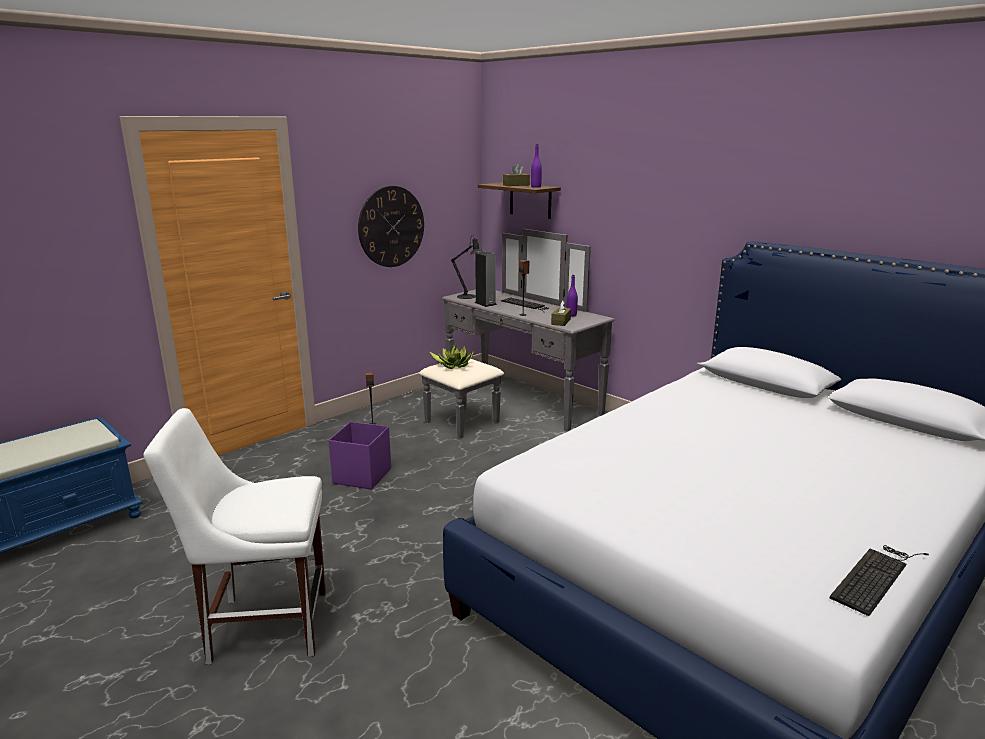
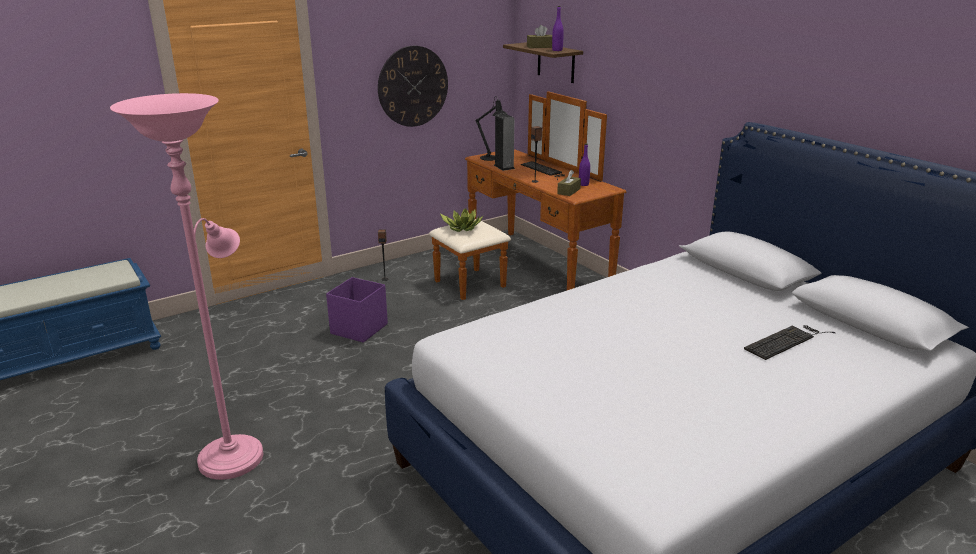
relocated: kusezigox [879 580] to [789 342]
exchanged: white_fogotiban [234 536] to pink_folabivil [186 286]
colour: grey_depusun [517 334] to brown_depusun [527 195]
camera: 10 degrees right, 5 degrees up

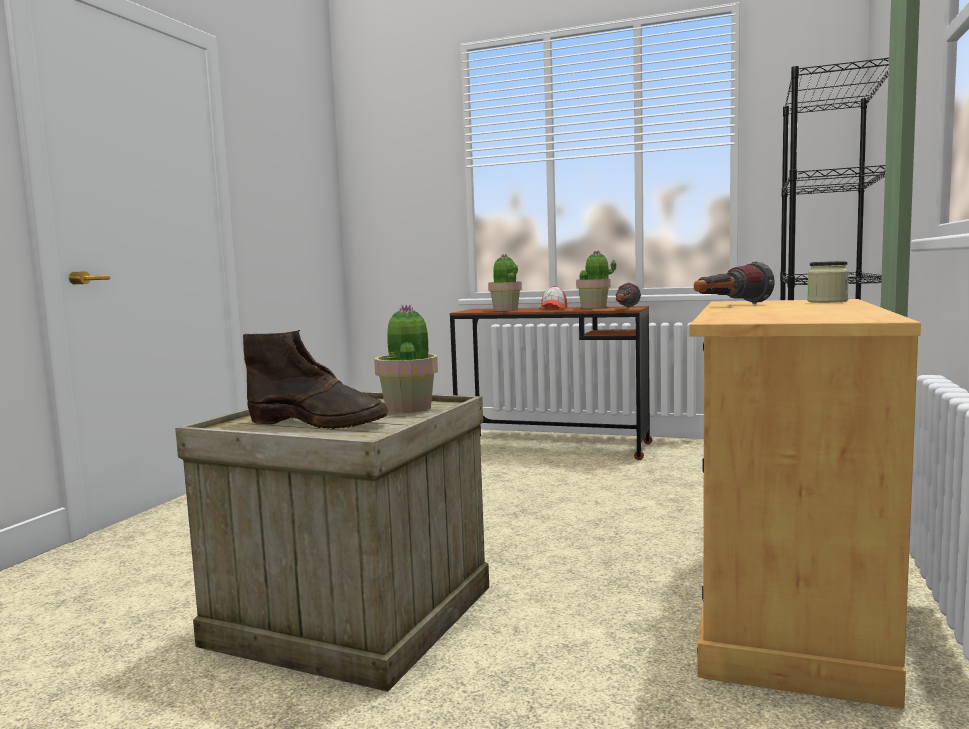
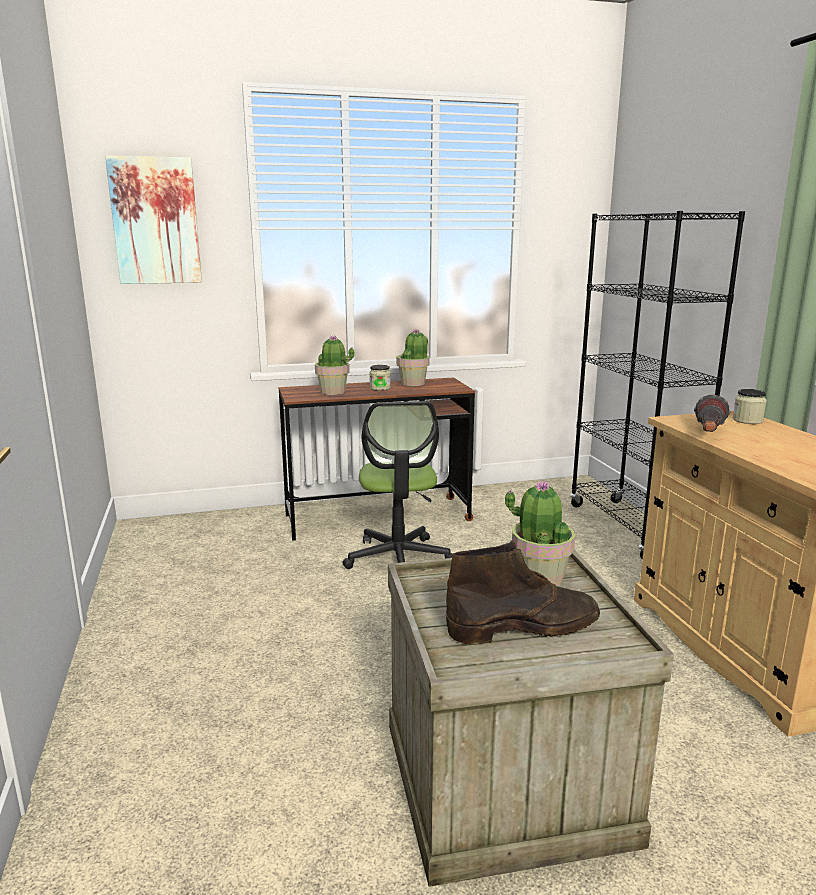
missing: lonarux [628 295]
appeared: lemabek [153 219]; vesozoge [398 485]
exchanged: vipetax [553 298] to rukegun [380 378]
camera: 35 degrees left, 10 degrees up

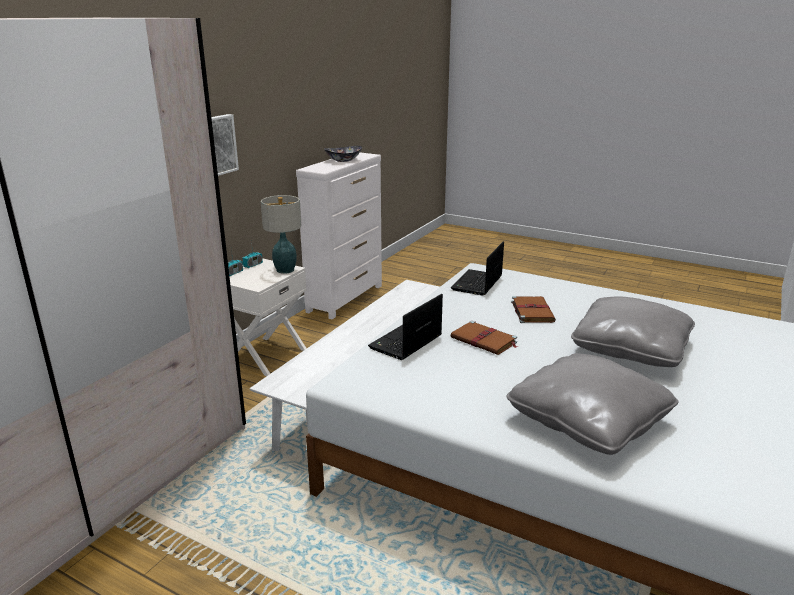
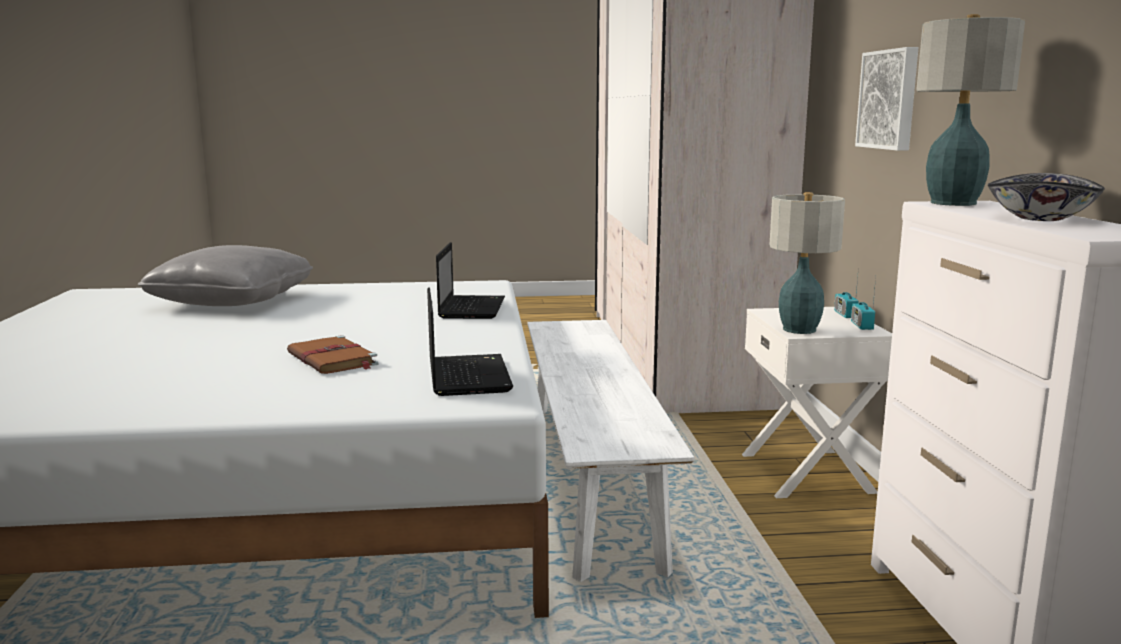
missing: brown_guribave [484 338]; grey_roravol [633 331]
appeared: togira [970 110]
camera: 145 degrees right, 10 degrees down

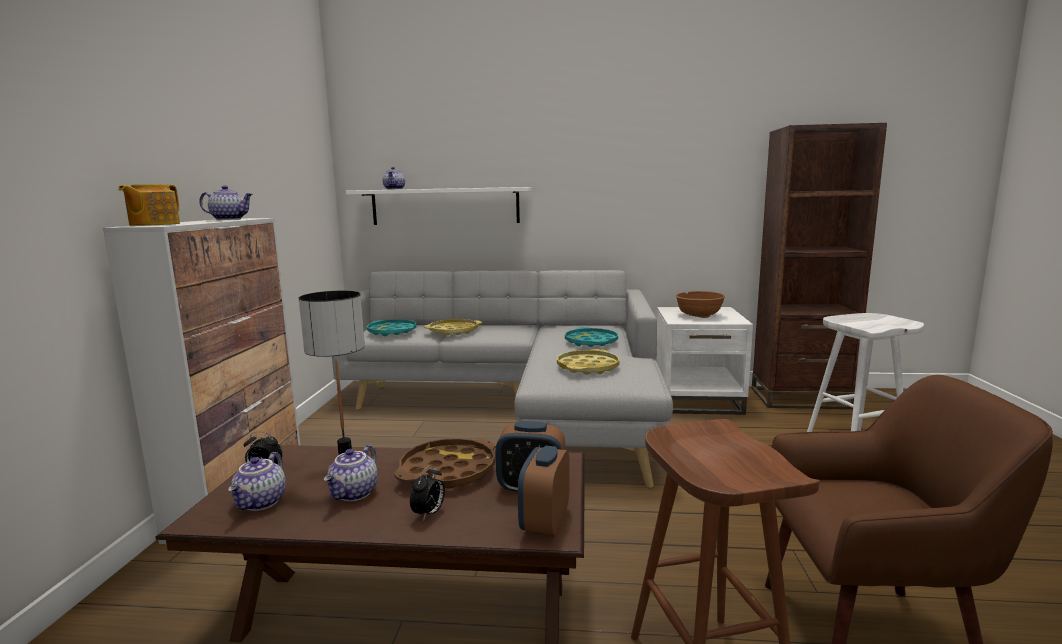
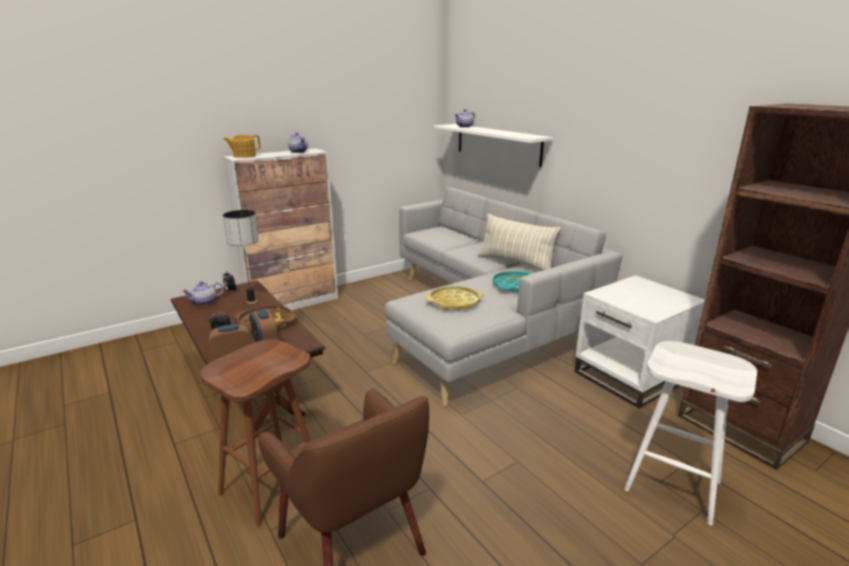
missing: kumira [351 473]; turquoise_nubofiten [392 327]; yellow_nubofiten [453 327]; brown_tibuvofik [700 304]
appeared: roravol [519 242]
camera: 50 degrees right, 10 degrees up

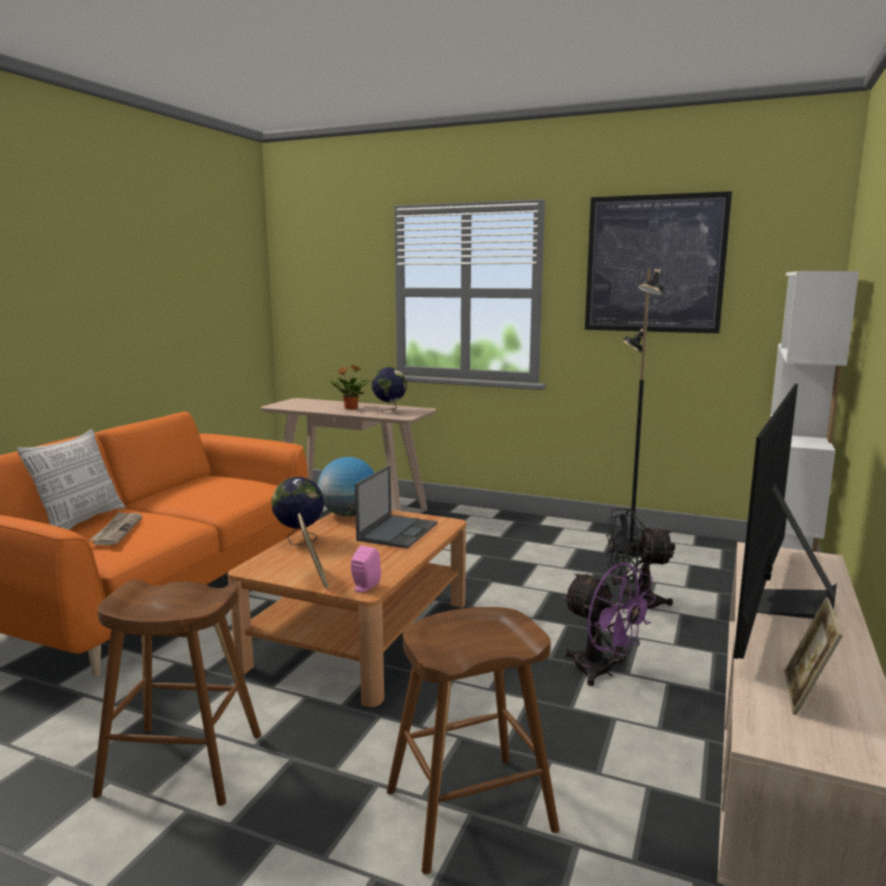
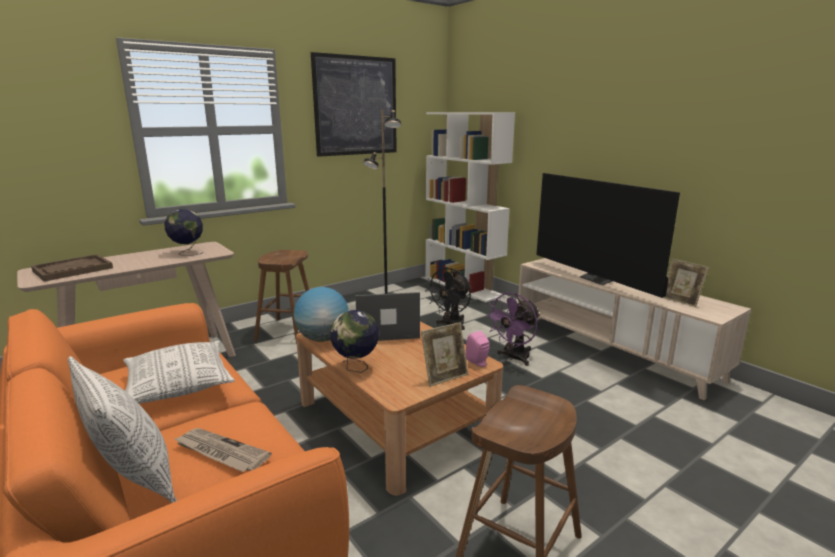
missing: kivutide [349 387]
appeared: brown_nubofiten [72 268]; roravol [179 372]
relocated: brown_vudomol [473 740] to [281 297]
spun: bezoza [313 551] = [444 354] 135 degrees clockwise; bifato [396 506] = [387 316] 60 degrees counterclockwise; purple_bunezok [609 624] = [512 329] 150 degrees clockwise
camera: 60 degrees left, 5 degrees up

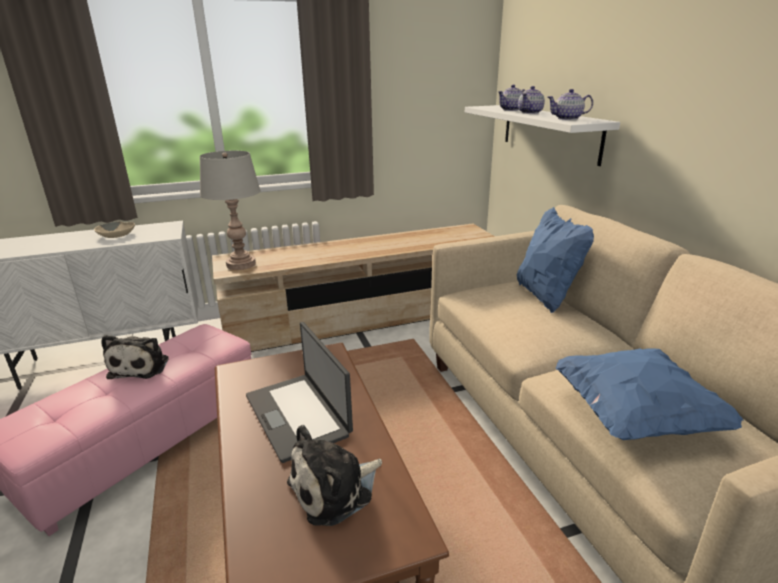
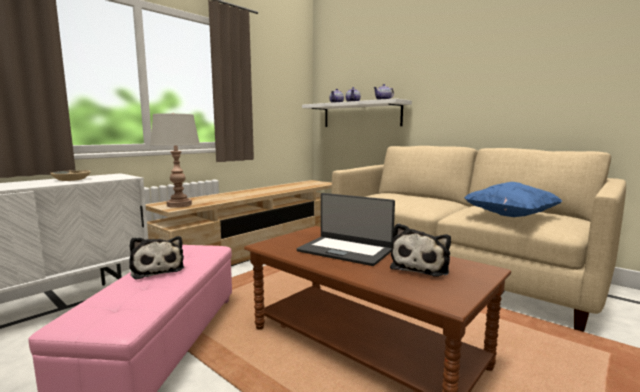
missing: blue_roravol [555 260]
camera: 30 degrees left, 15 degrees down

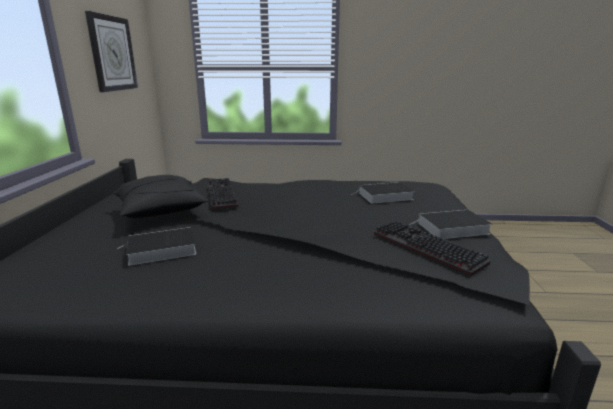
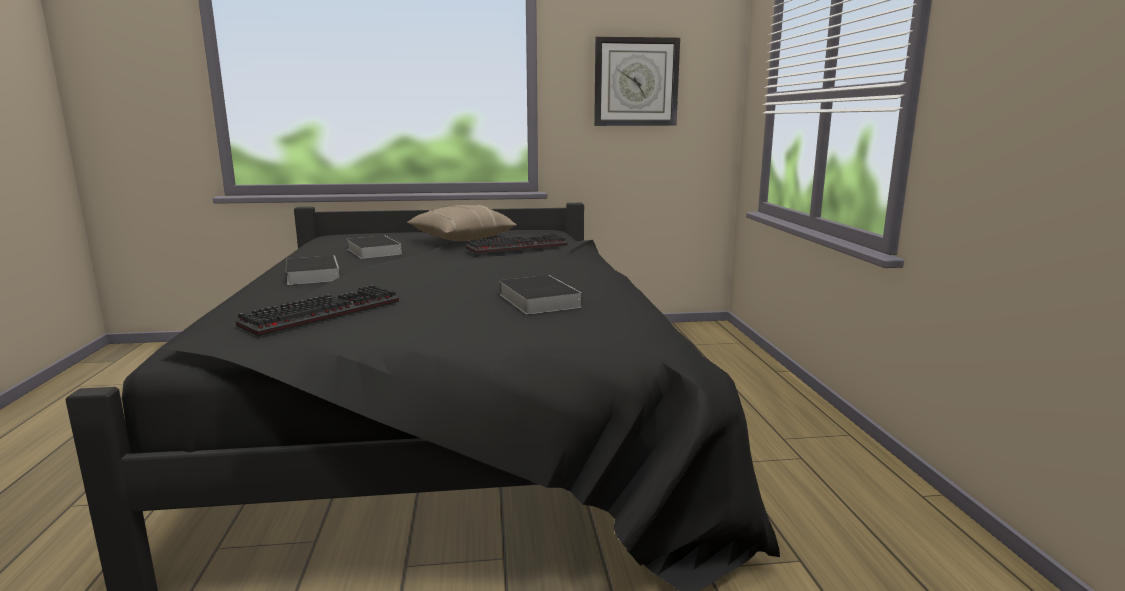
relocated: guribave [450 224] to [313 270]
colour: black_roravol [160 196] to beige_roravol [462 223]
camera: 80 degrees right, 5 degrees down

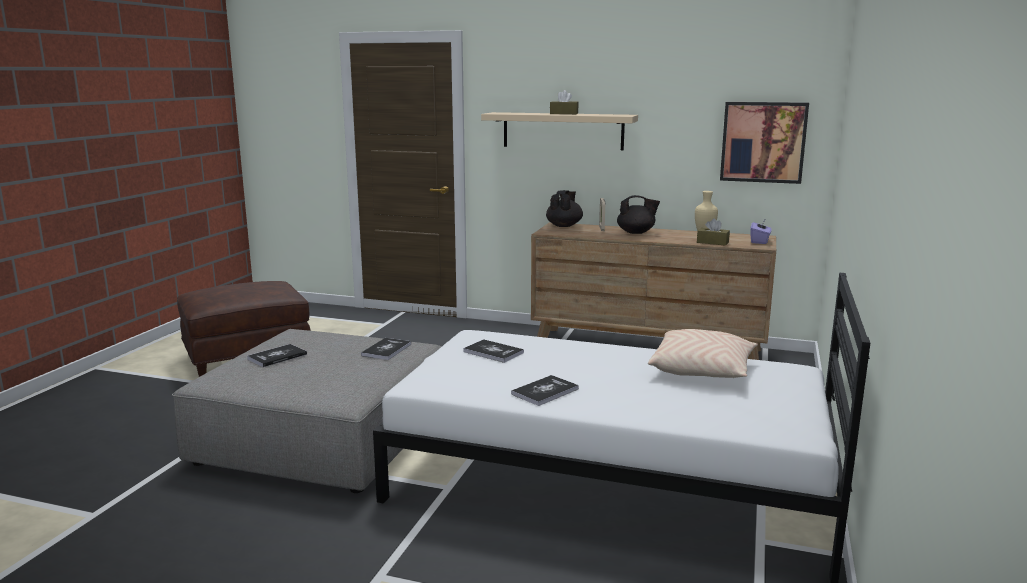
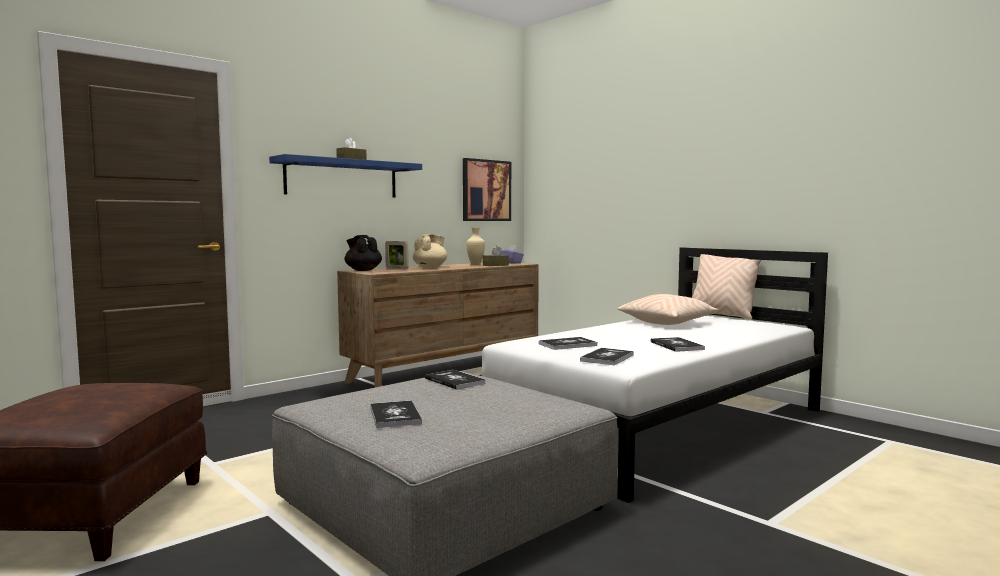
appeared: guribave [607 356]; beige_roravol [727 286]
colour: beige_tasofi [559 131] to blue_tasofi [345 176]; black_kumira [638 214] to beige_kumira [430 251]
camera: 60 degrees left, 10 degrees down

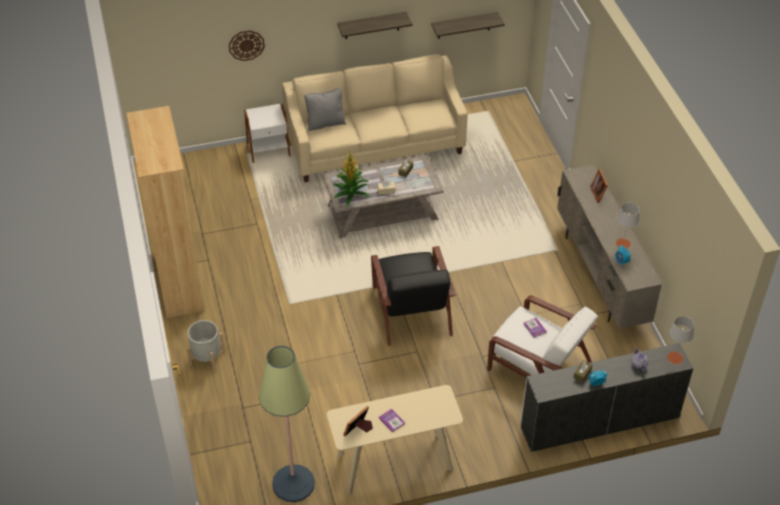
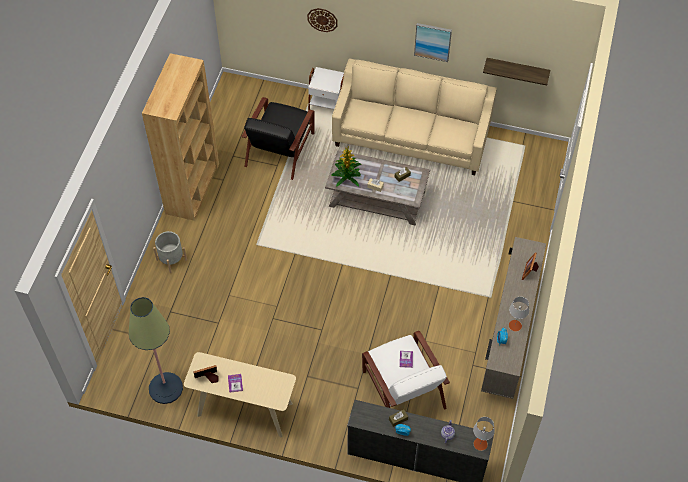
missing: grey_roravol [325 109]
relocated: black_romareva [413 296] to [278 138]
exchanged: tasofi [374 25] to lemabek [433 42]
camera: 30 degrees right, 10 degrees up

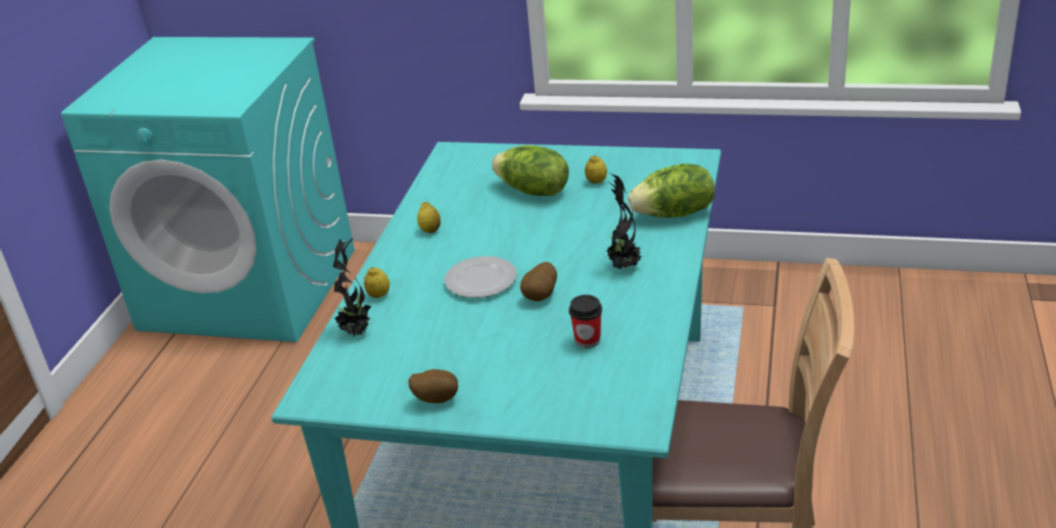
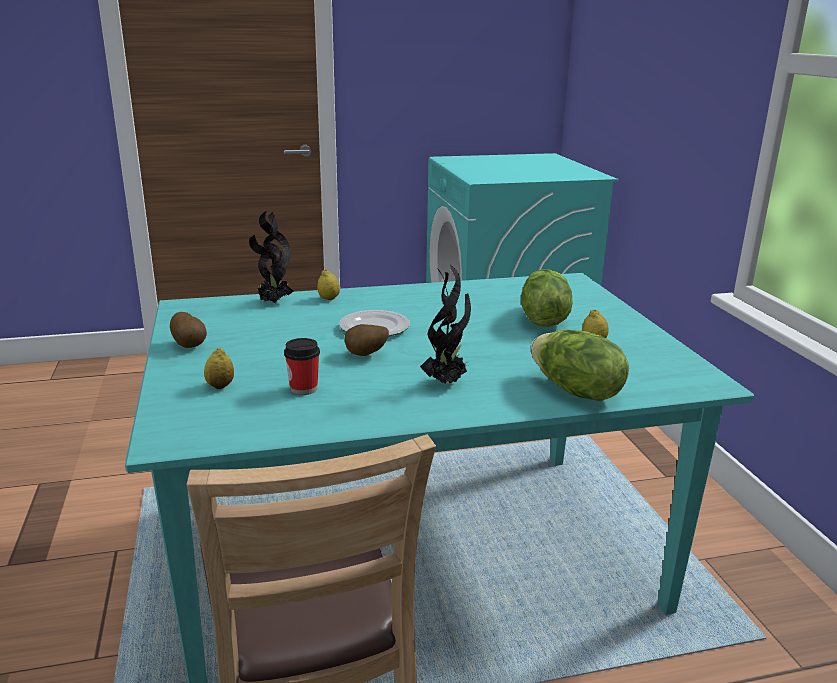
relocated: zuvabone [428 217] to [219 368]
camera: 60 degrees right, 10 degrees down

